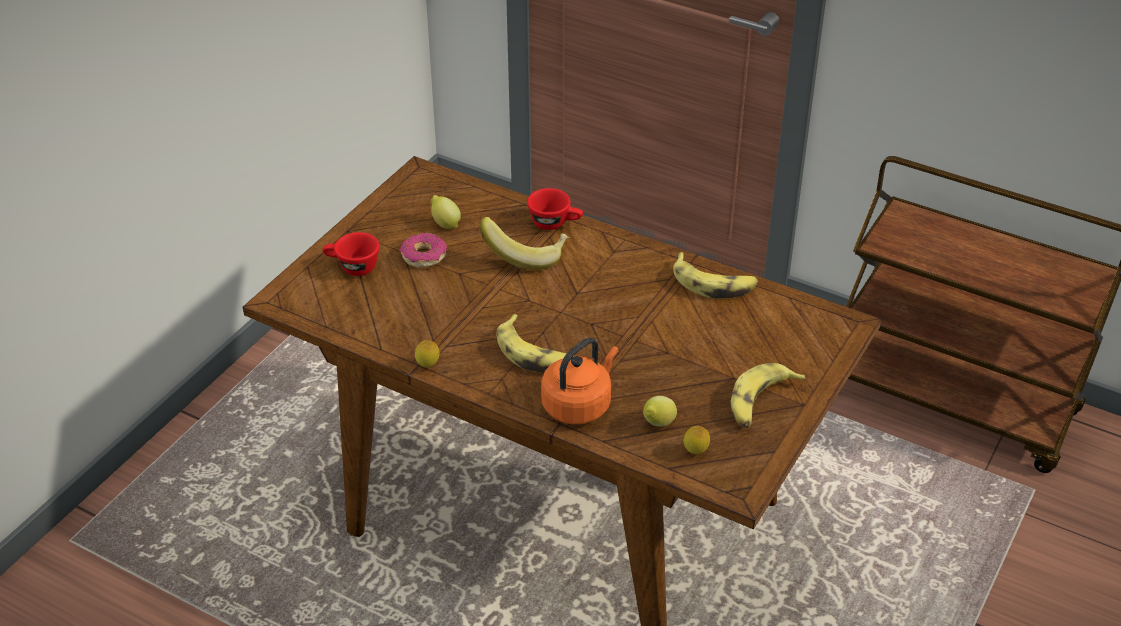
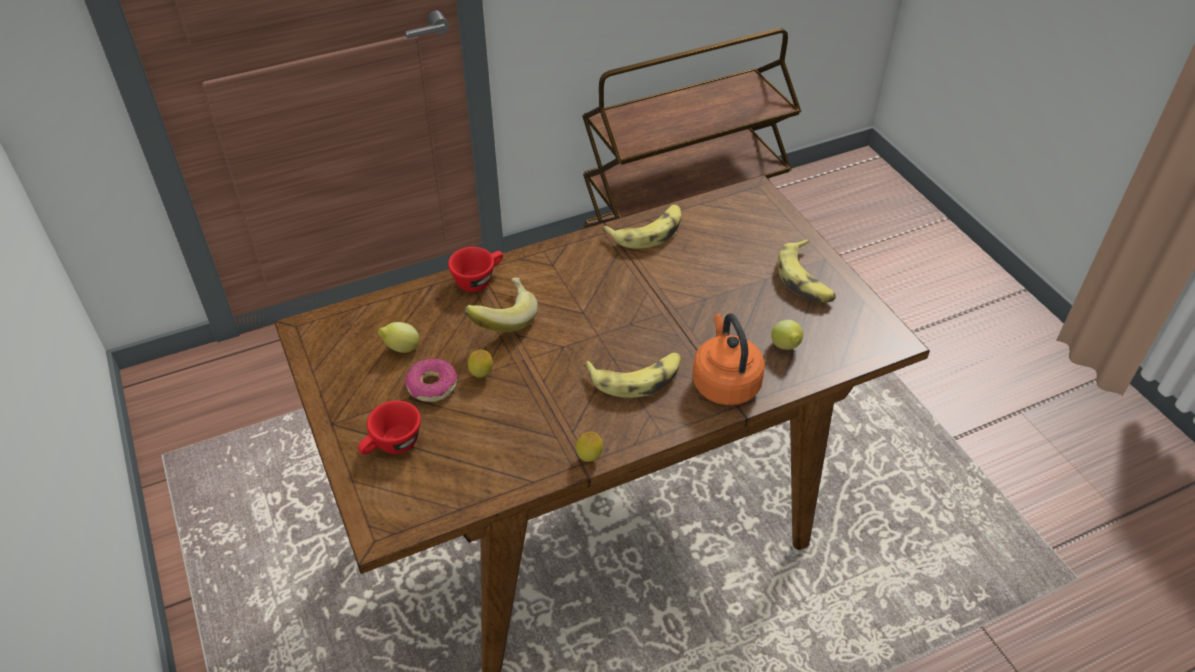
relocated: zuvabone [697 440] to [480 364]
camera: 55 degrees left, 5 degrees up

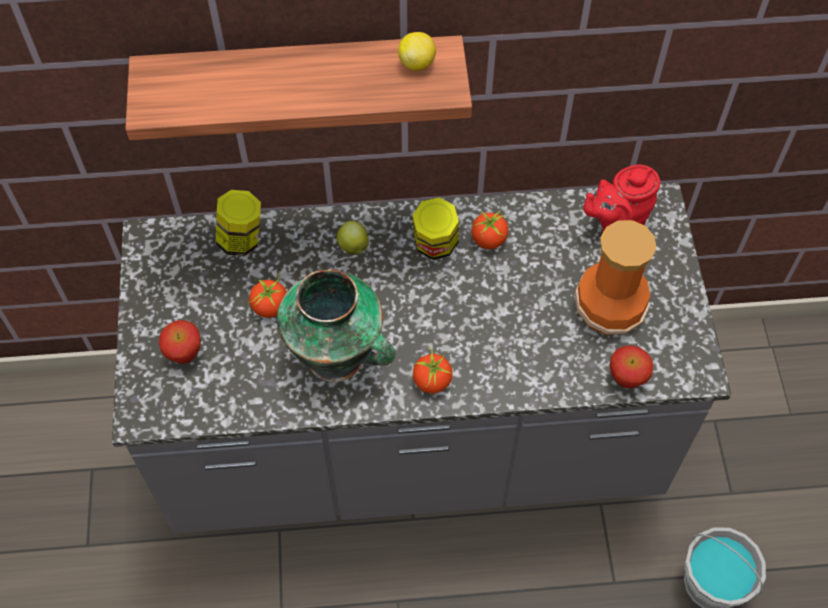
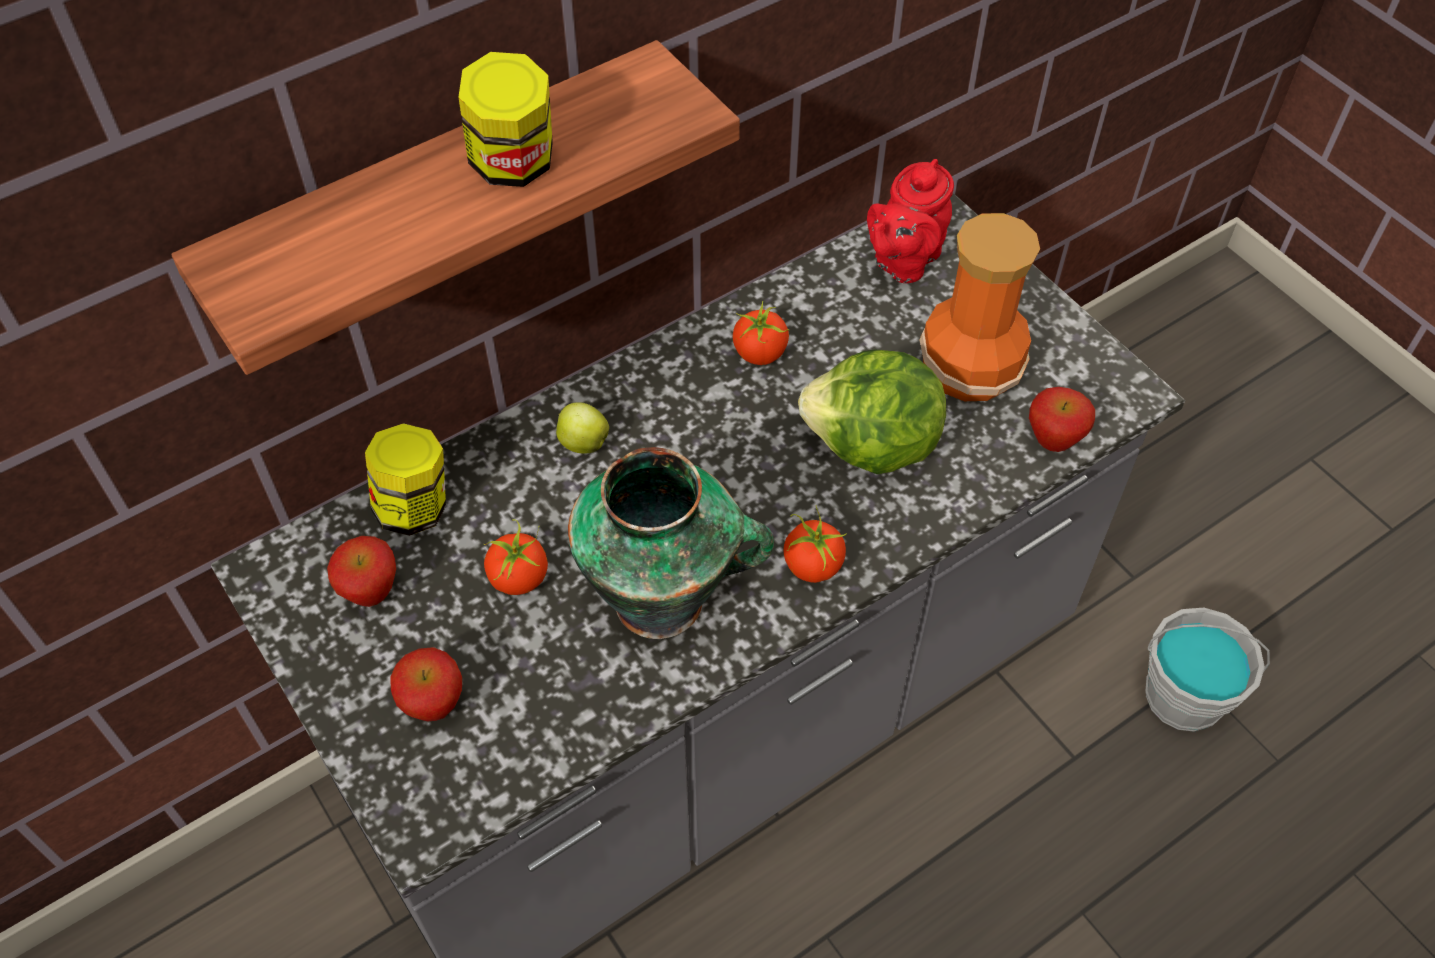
missing: zuvabone [417 51]
appeared: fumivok [361 571]; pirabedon [872 411]
relocated: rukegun [436 228] to [506 119]
camera: 30 degrees left, 5 degrees down

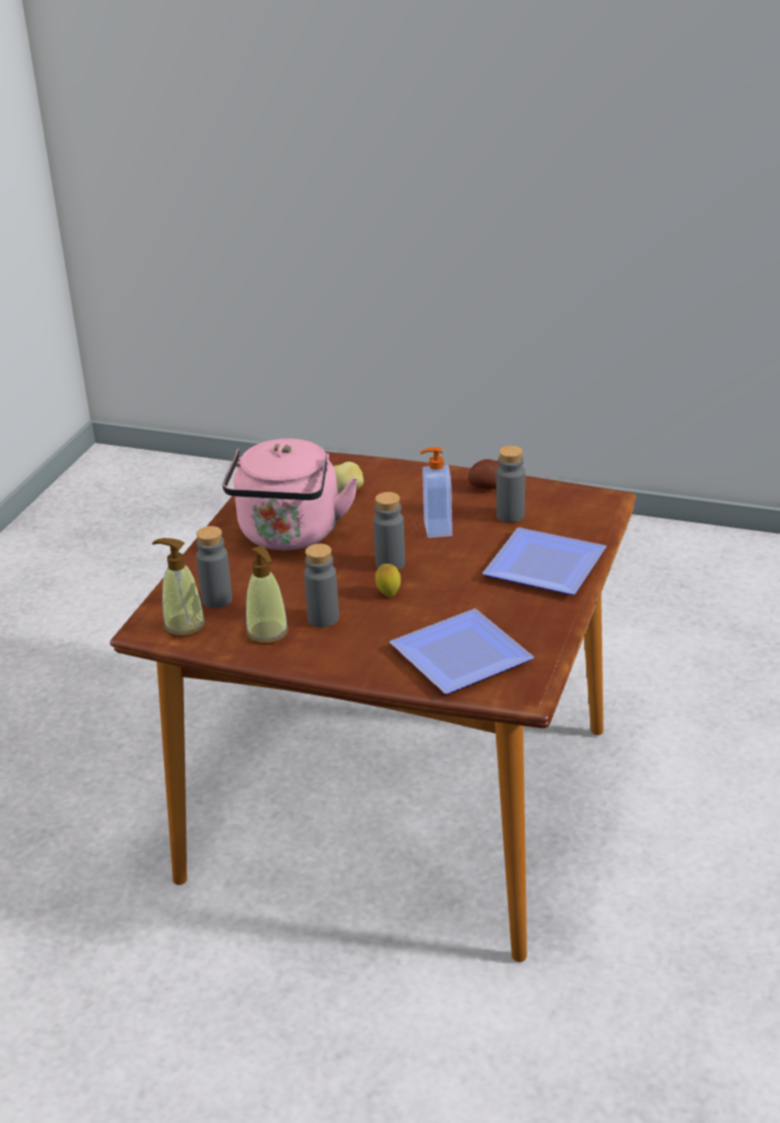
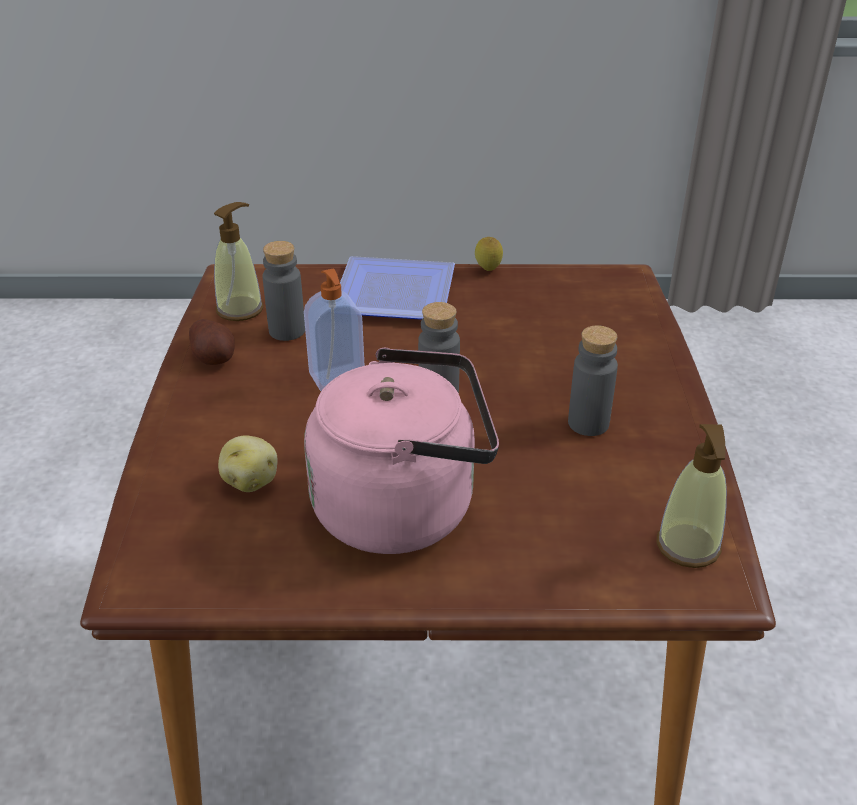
missing: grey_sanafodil [214 567]; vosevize [462 651]
relocated: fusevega [267 594] to [239 261]; zuvabone [388 580] to [489 254]
camera: 110 degrees left, 5 degrees up

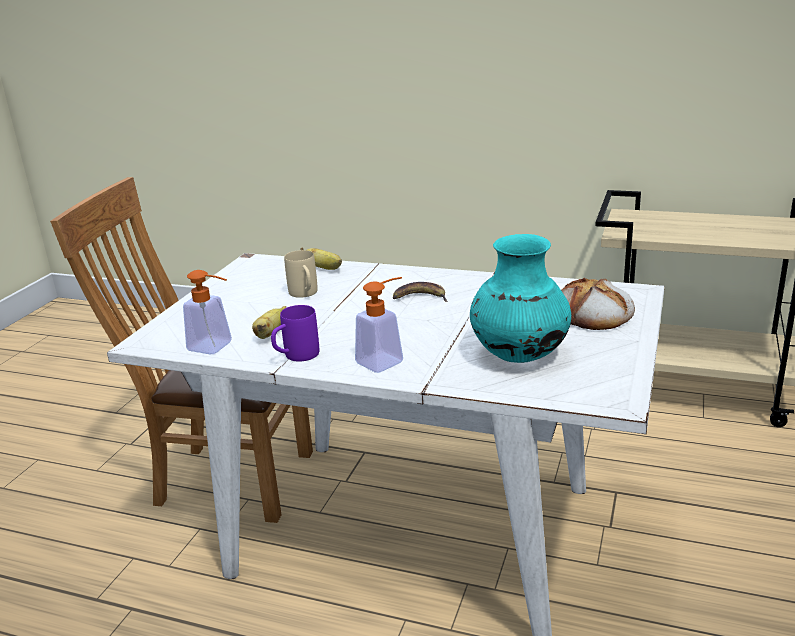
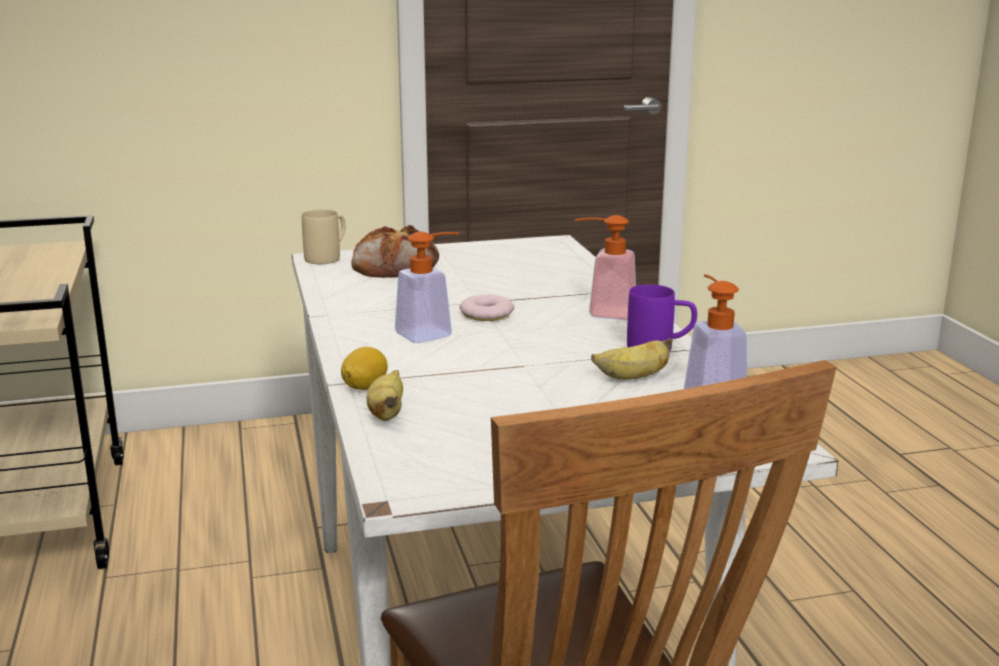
missing: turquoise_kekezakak [520 298]
appeared: zuvabone [364 368]; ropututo [487 307]
relocated: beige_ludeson [301 274] to [323 236]
exchanged: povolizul [420 292] to fusevega [427 287]
camera: 125 degrees left, 5 degrees down

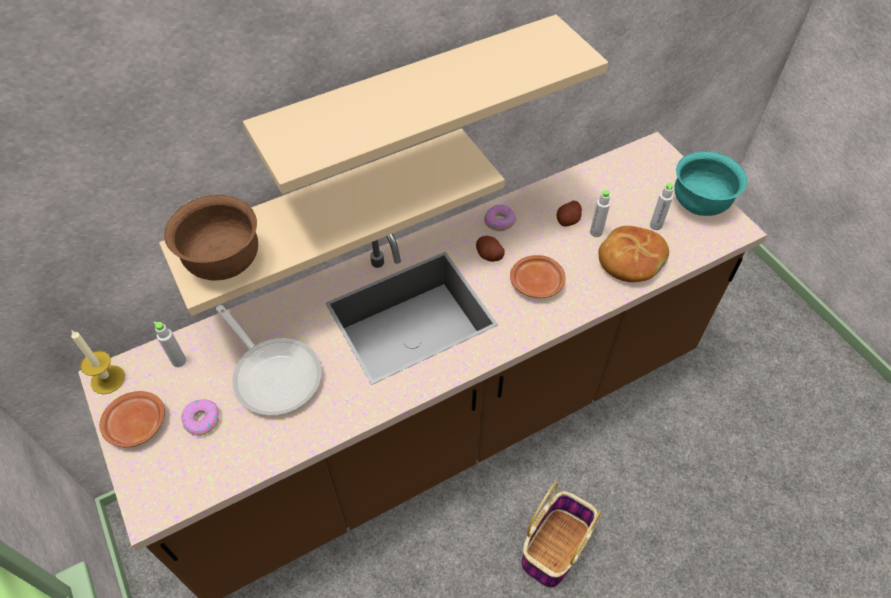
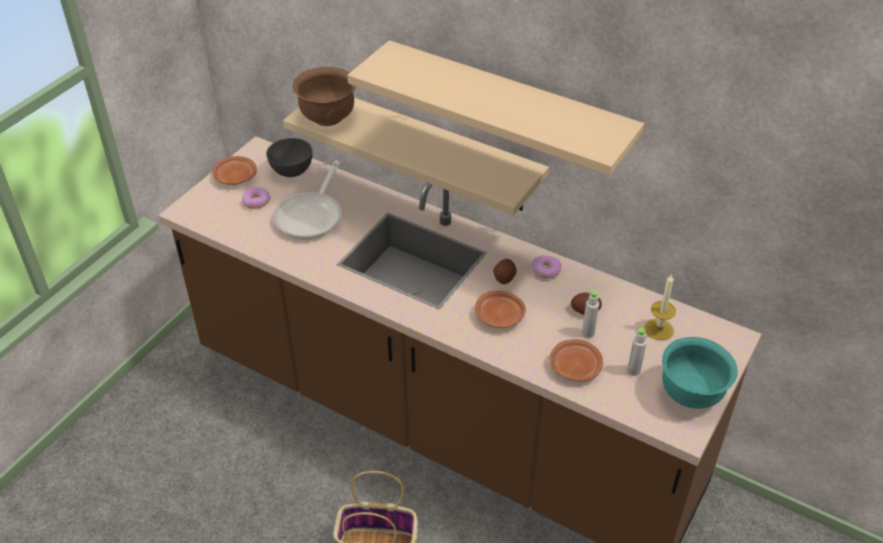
relocated: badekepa [98 362] to [660 307]
exchanged: grey_sanafodil [170 344] to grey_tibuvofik [289 157]; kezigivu [633 254] to brown_vosevize [576 360]
camera: 60 degrees right, 10 degrees down

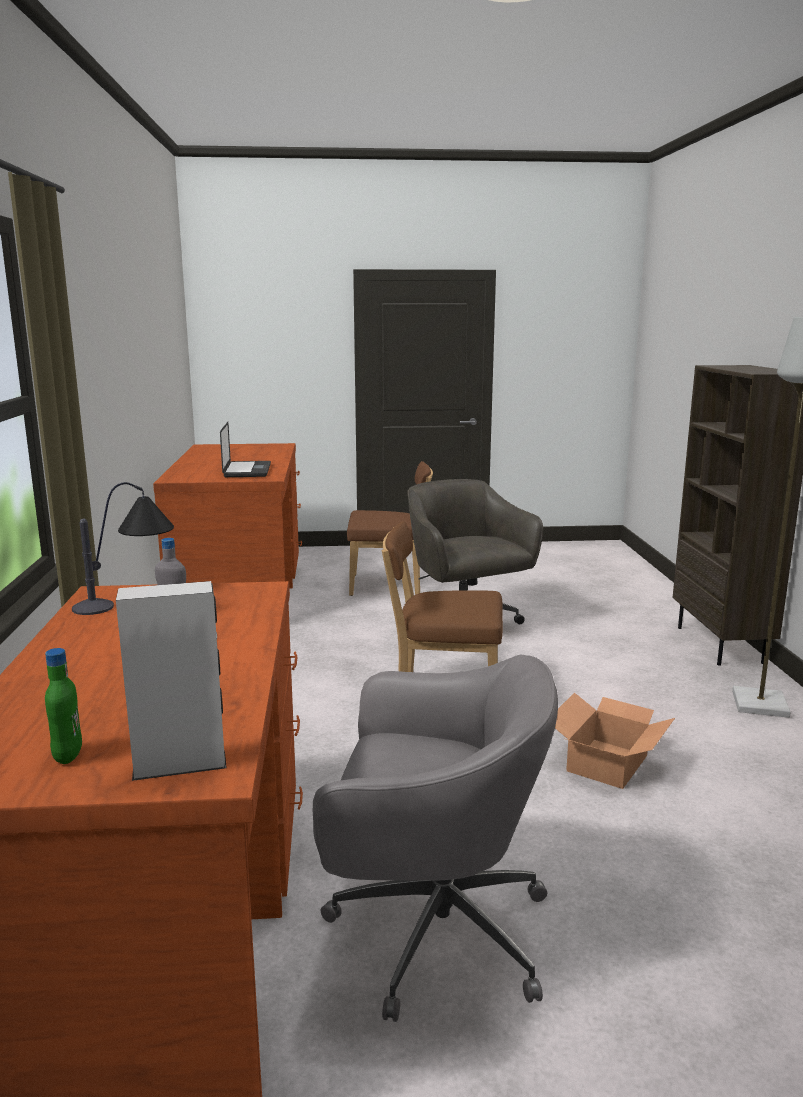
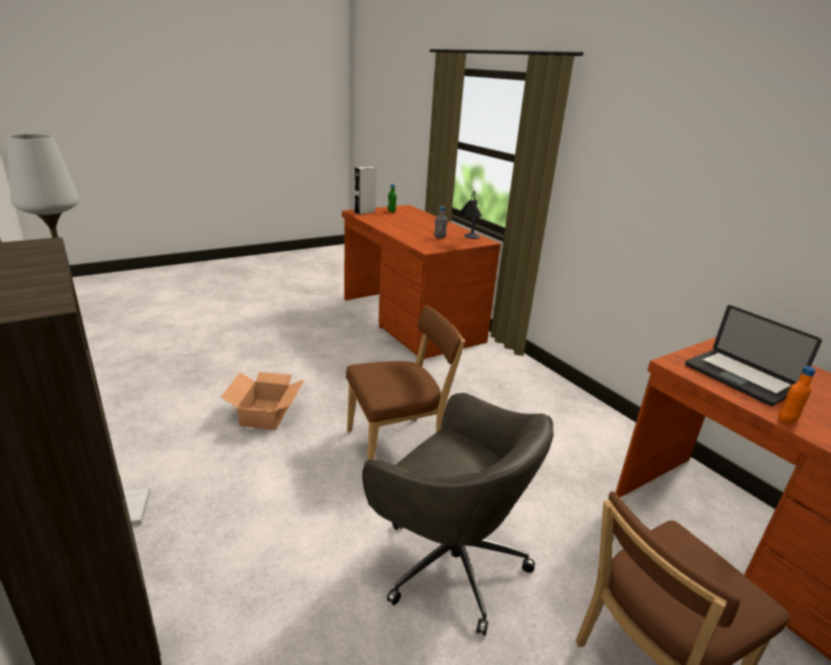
missing: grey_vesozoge [435 838]
appeared: orange_sanafodil [797 394]
camera: 150 degrees right, 10 degrees up

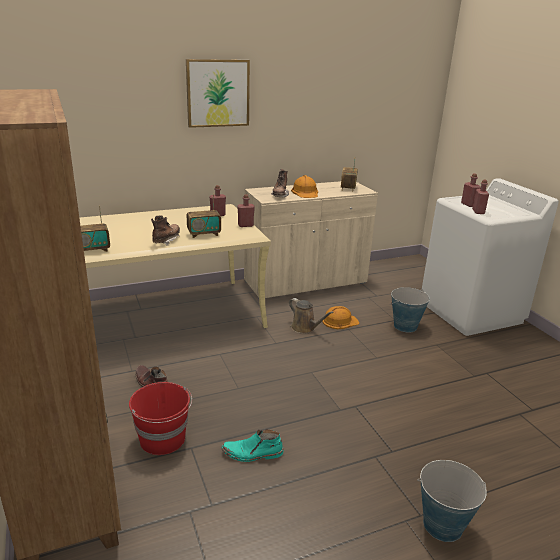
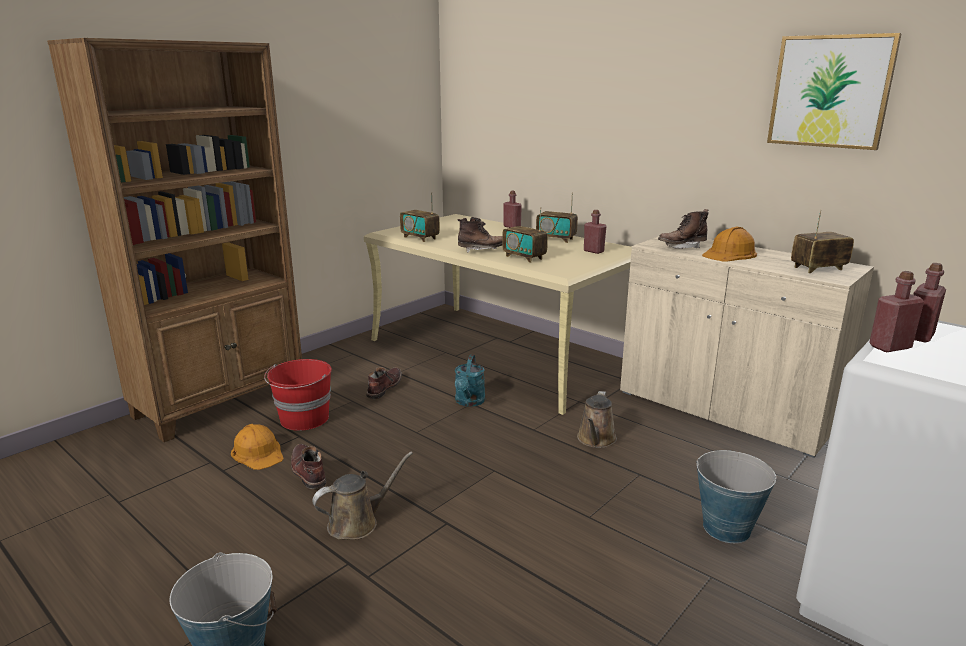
appeared: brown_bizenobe [362 496]; turquoise_bizenobe [470 381]; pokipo [557 218]
relocated: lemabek [218 93] to [834 91]; red_sanafodil [246 210] to [512 209]; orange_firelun [340 317] to [257 447]
colour: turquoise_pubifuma [252 445] to brown_pubifuma [308 466]
camera: 65 degrees right, 5 degrees down

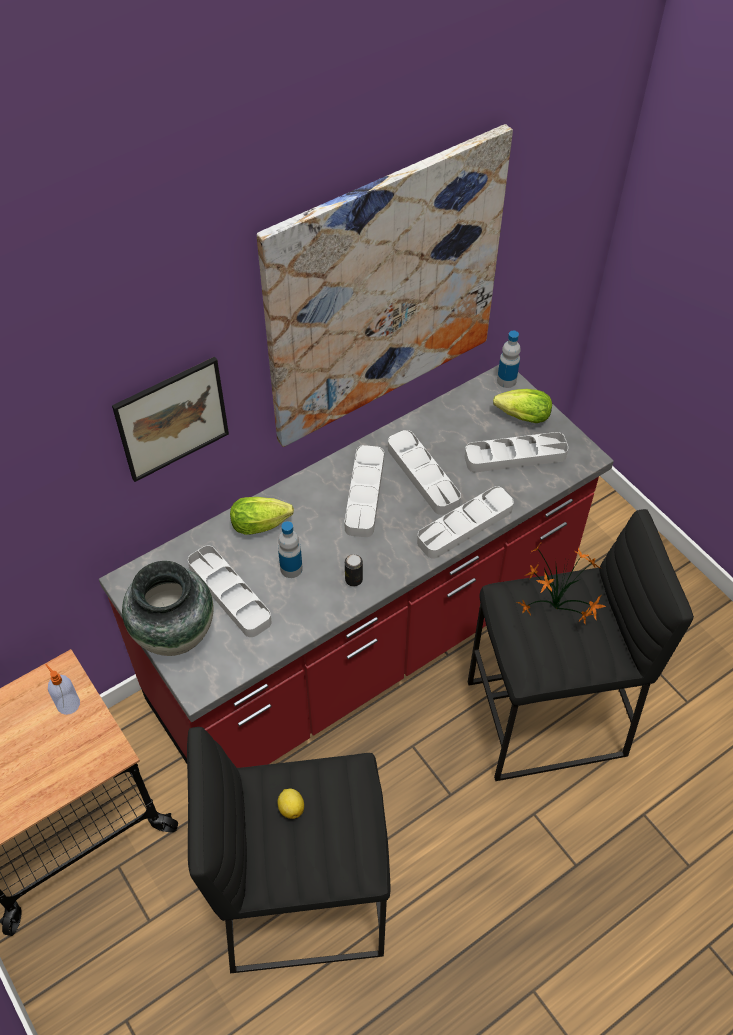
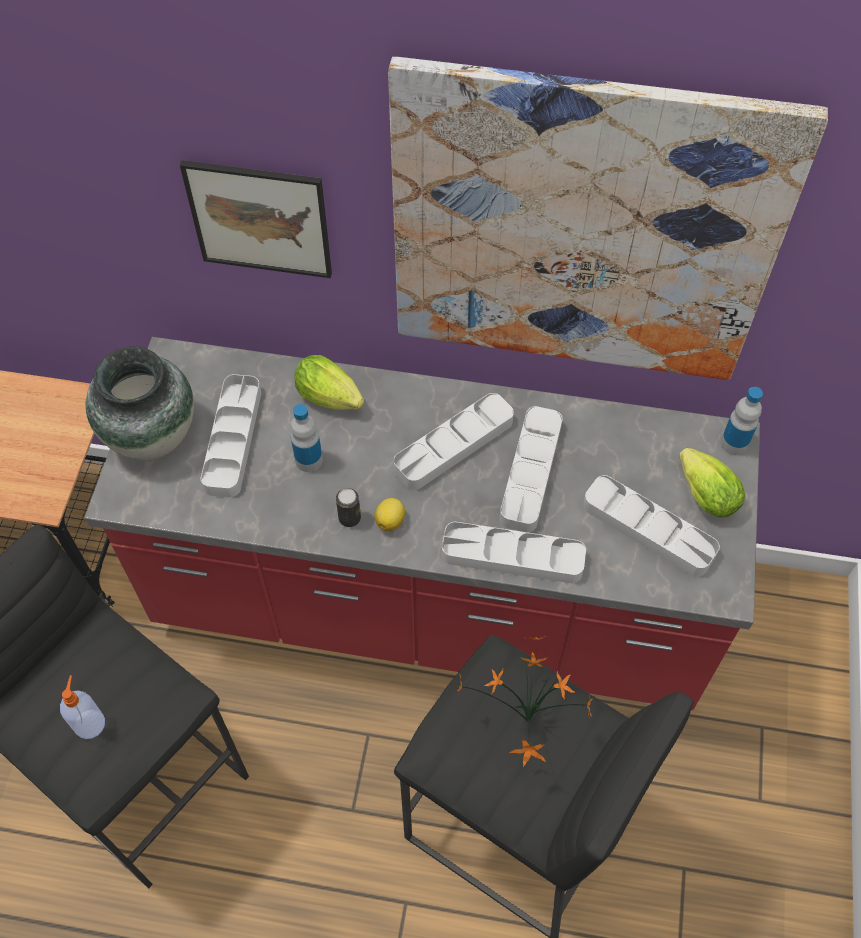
relocated: fusevega [63 689] to [82 707]; zuvabone [291 804] to [389 514]
camera: 45 degrees right, 5 degrees up

